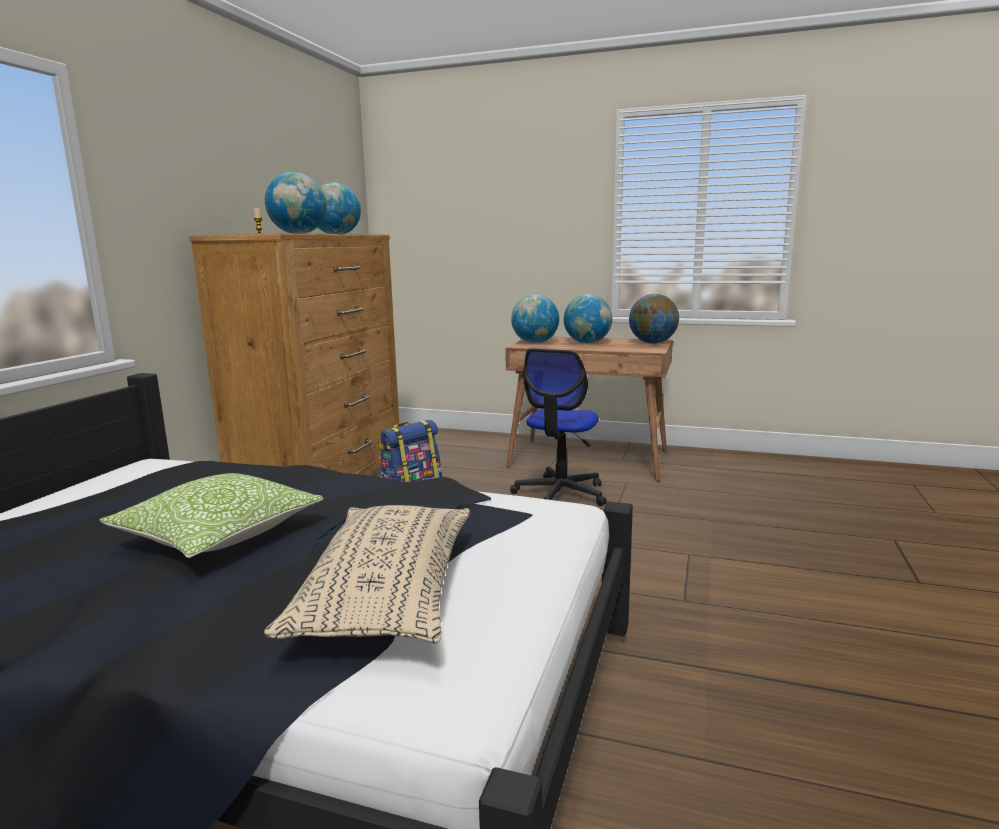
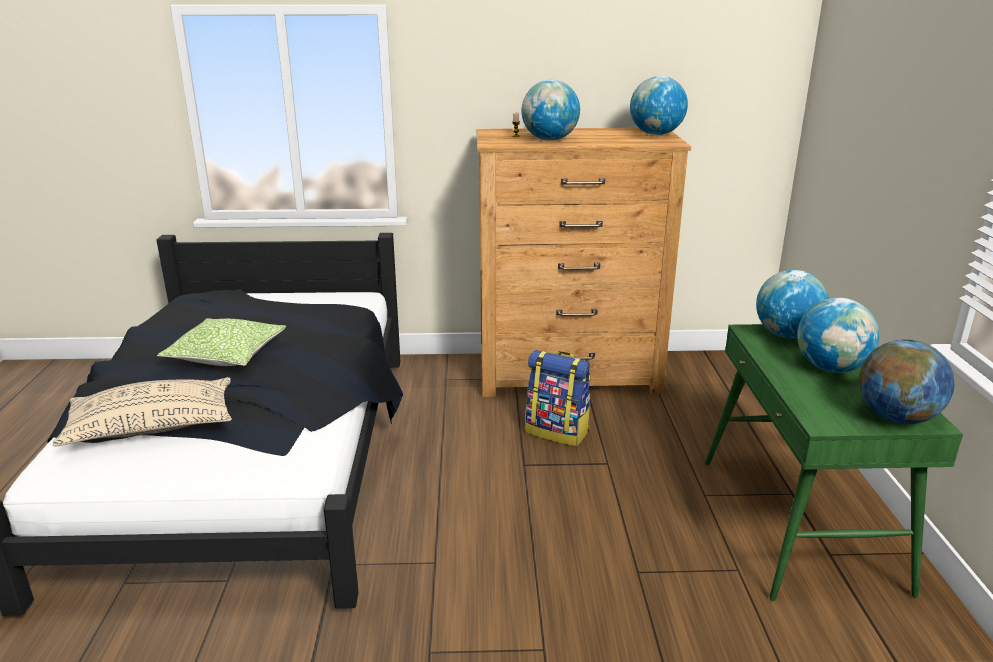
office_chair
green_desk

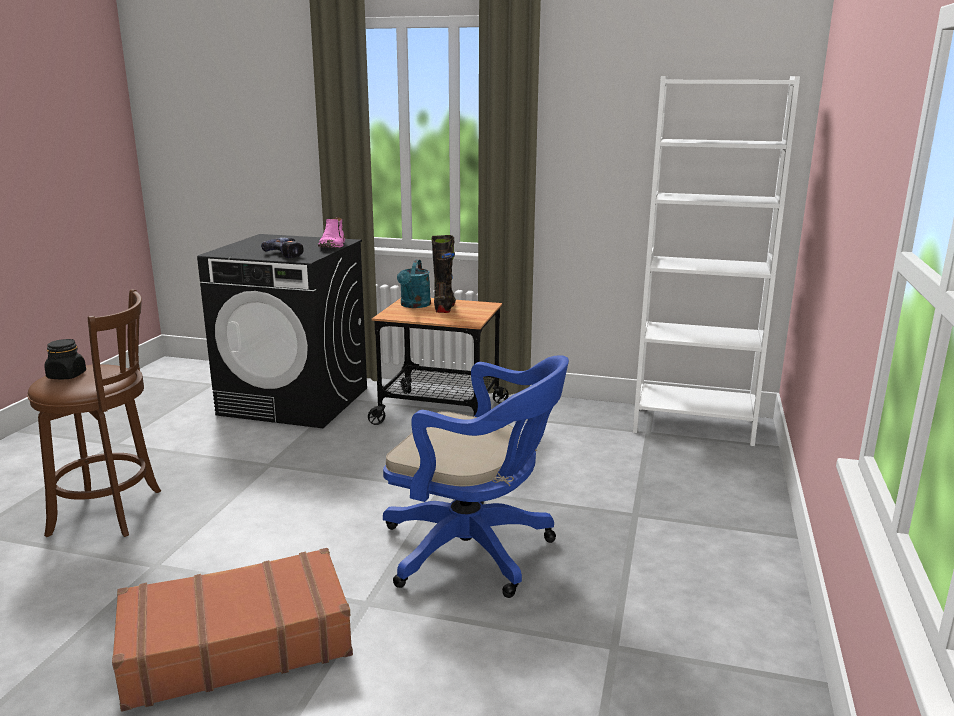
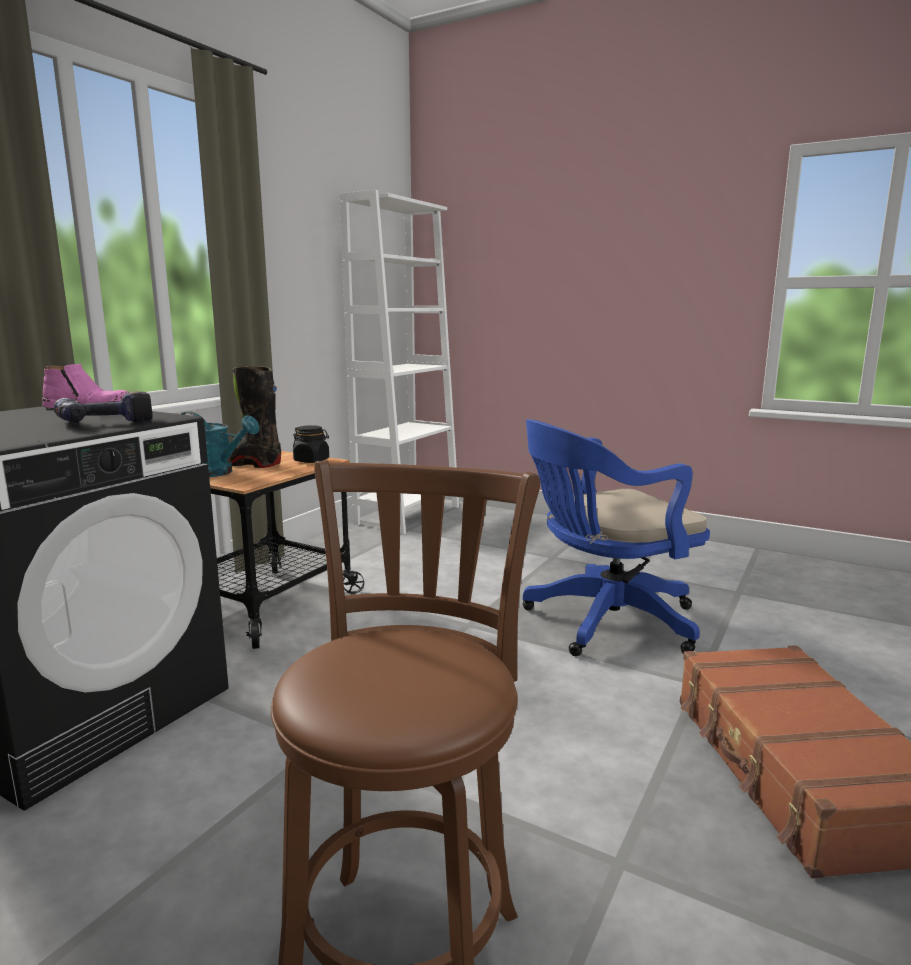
black_jar
blue_office_chair

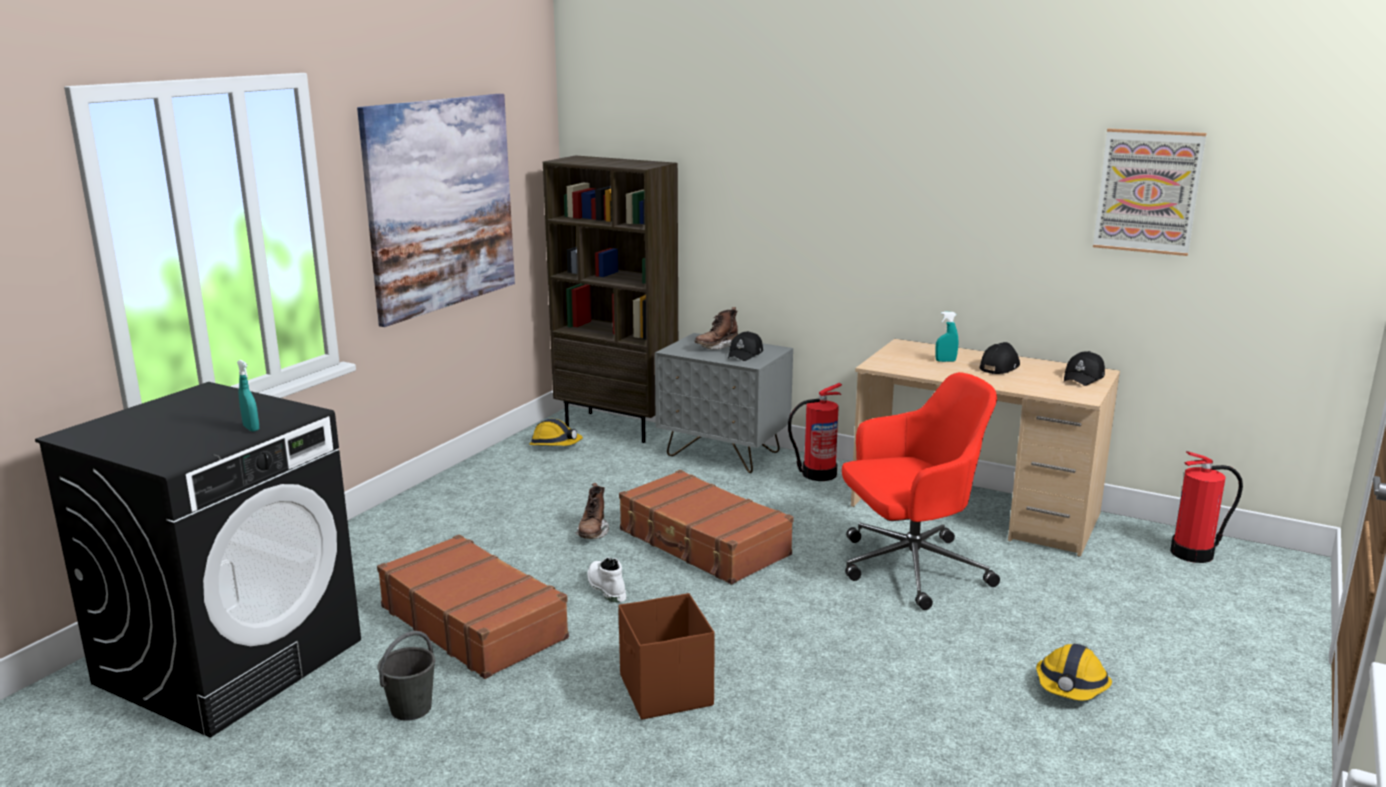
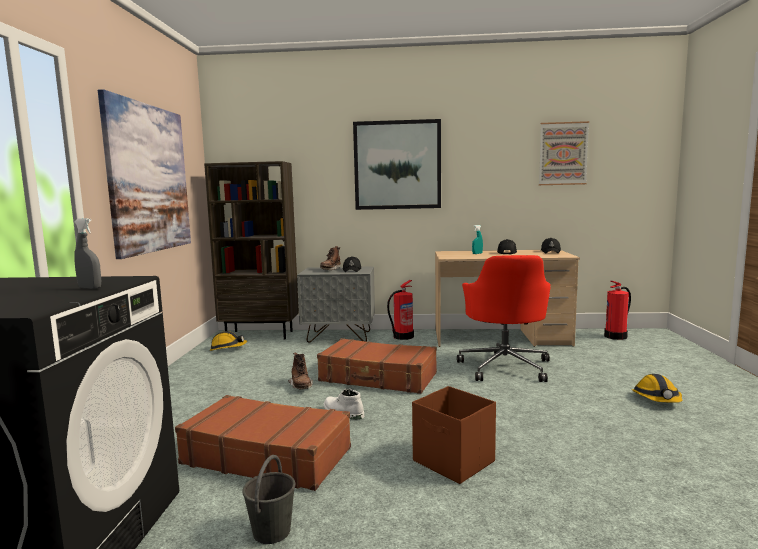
picture (2nd from left)
grey_spray_bottle
red_office_chair

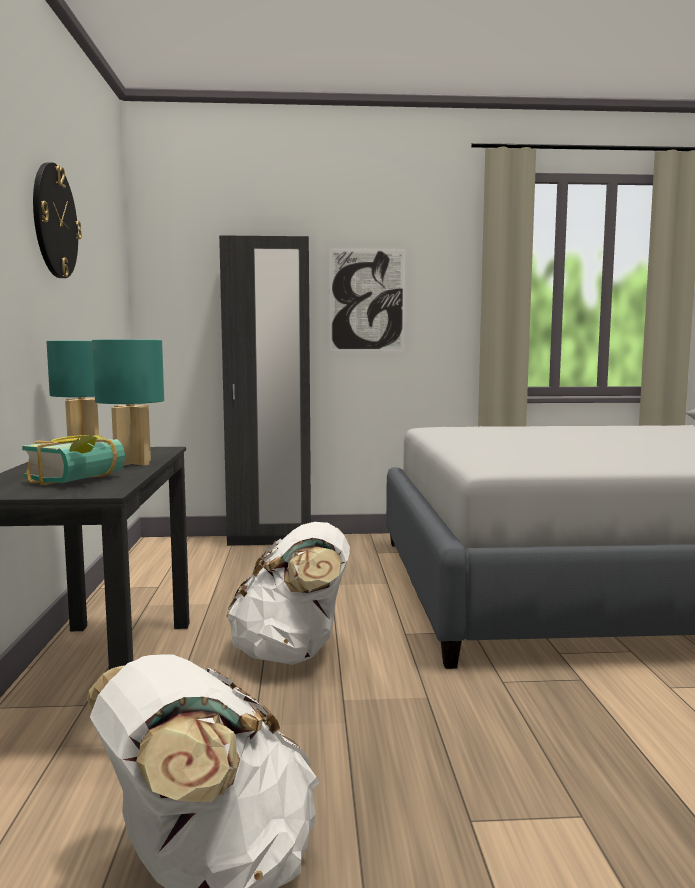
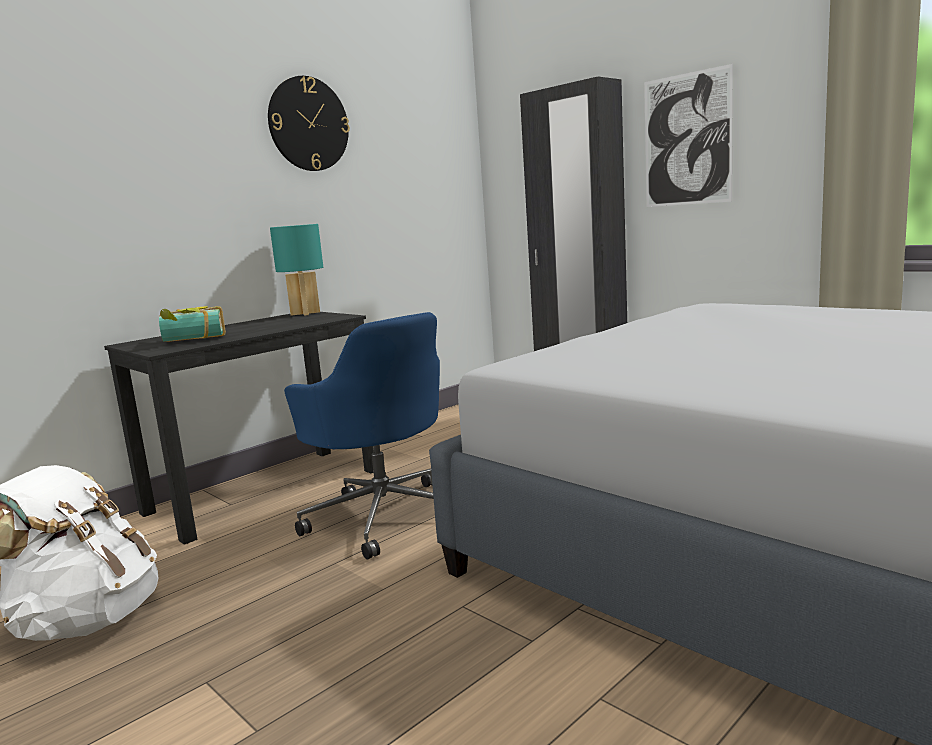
turquoise_table_lamp (2nd from left in the first image)
blue_office_chair

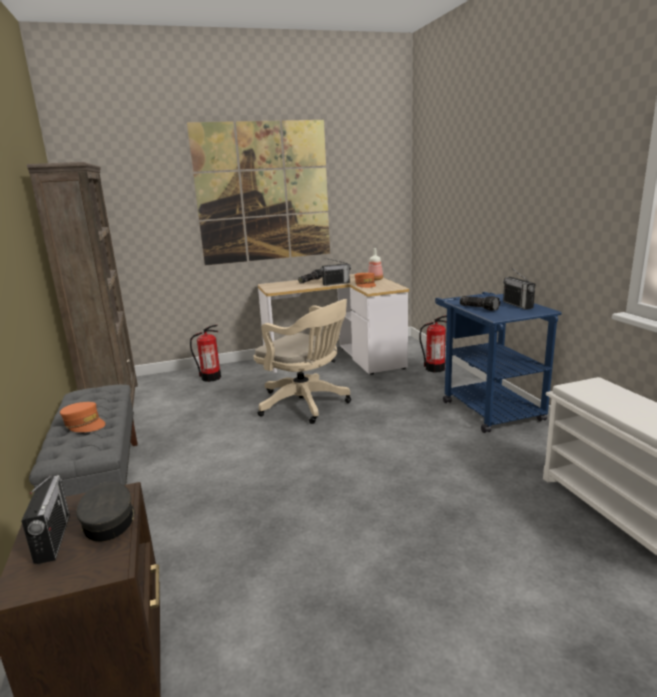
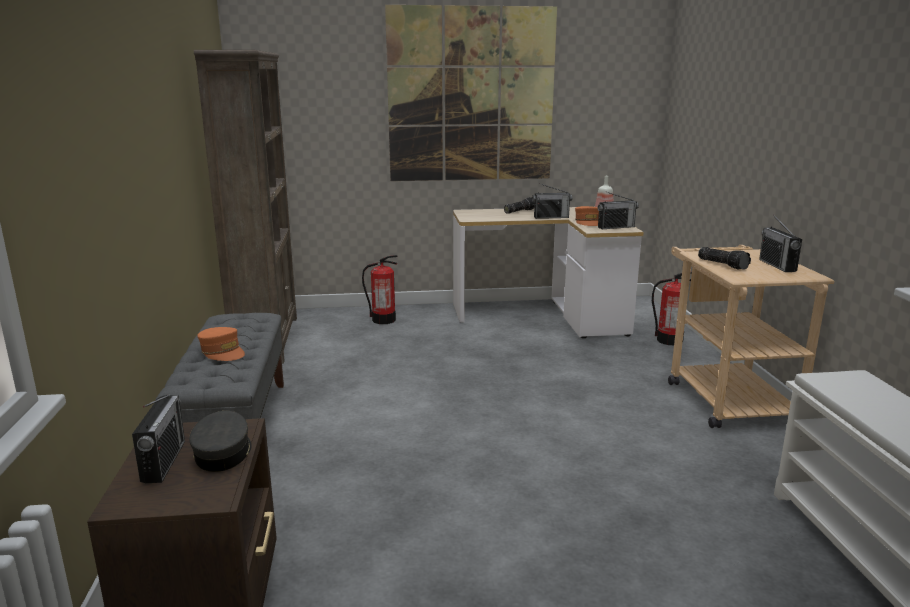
beige_office_chair
radio (3rd from left)
beige_cart

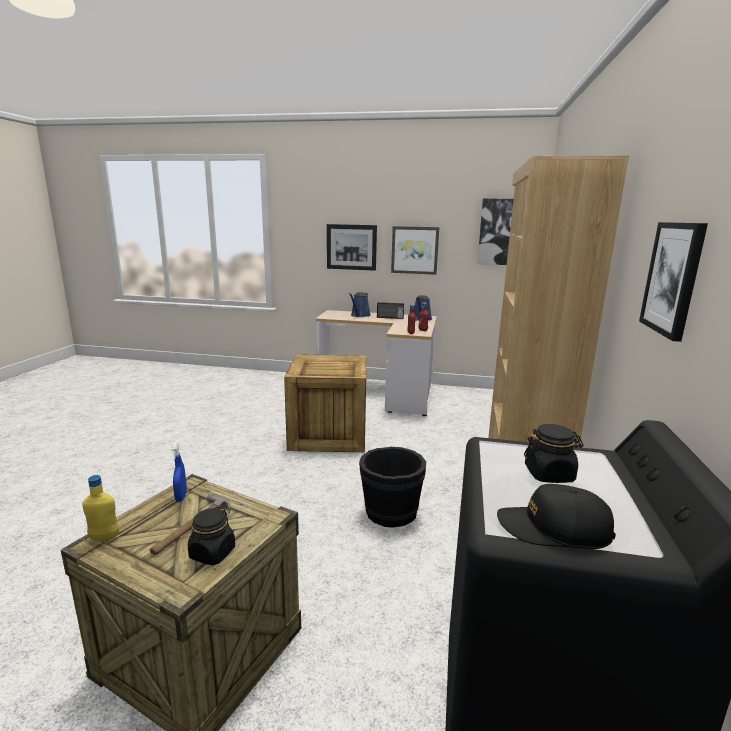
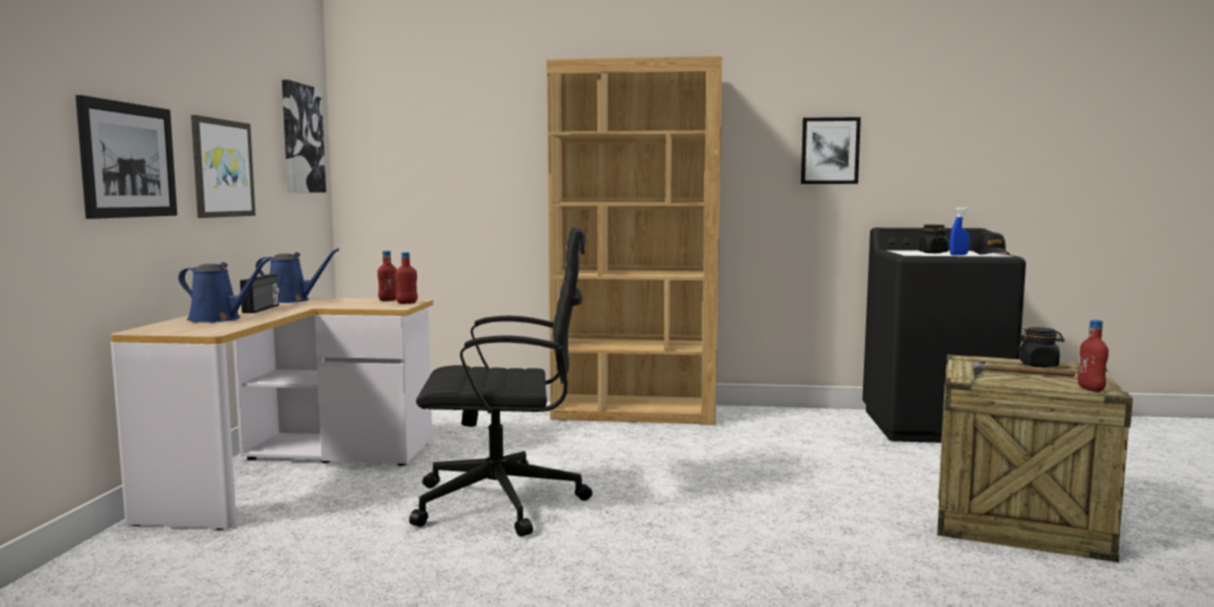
black_bucket
blue_spray_bottle
black_office_chair
red_bottle (3rd from left)

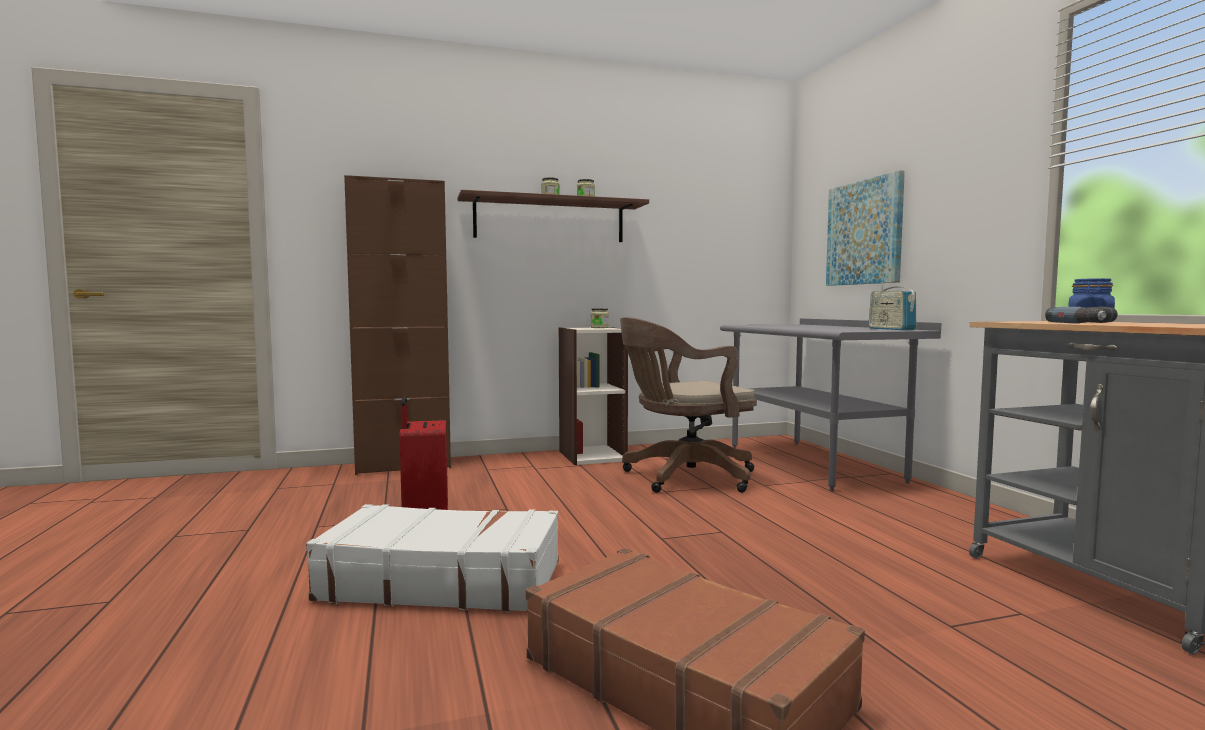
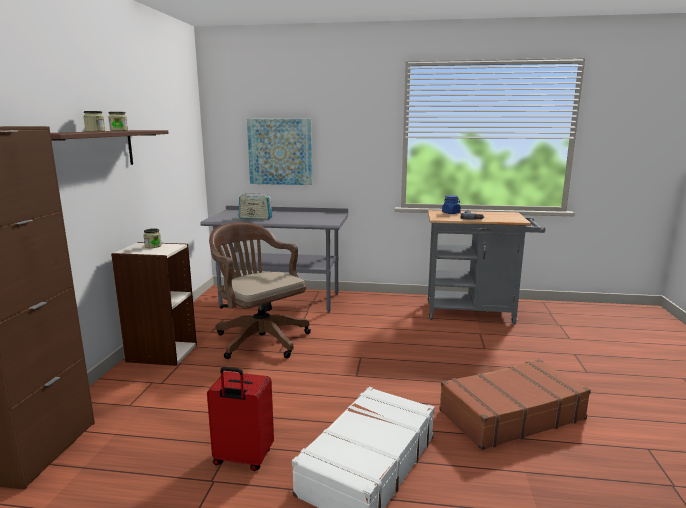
radio
brown_office_chair

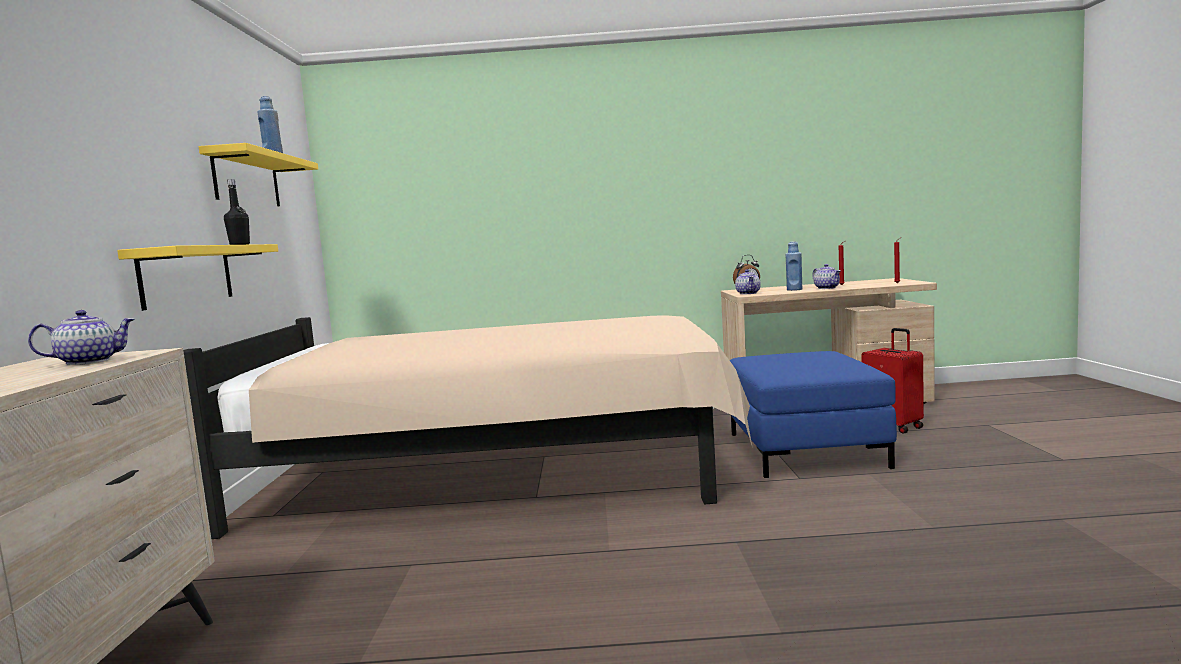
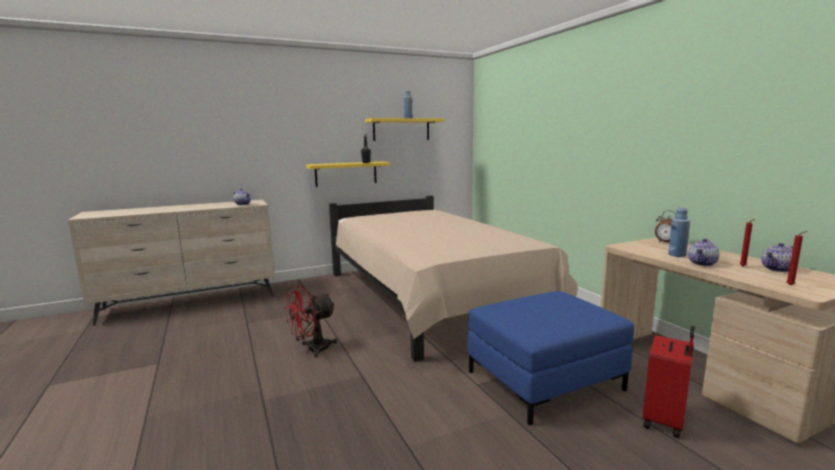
red_fan
teapot (3rd from left)

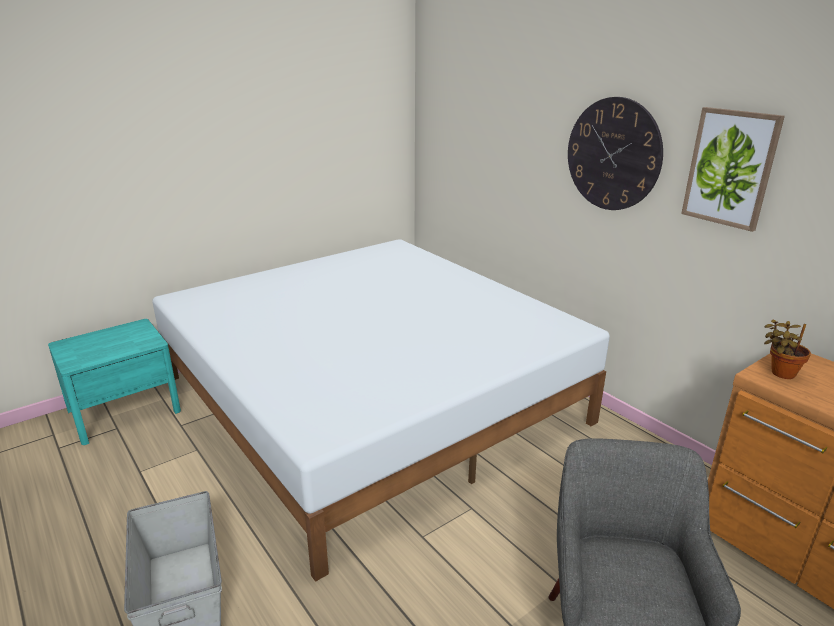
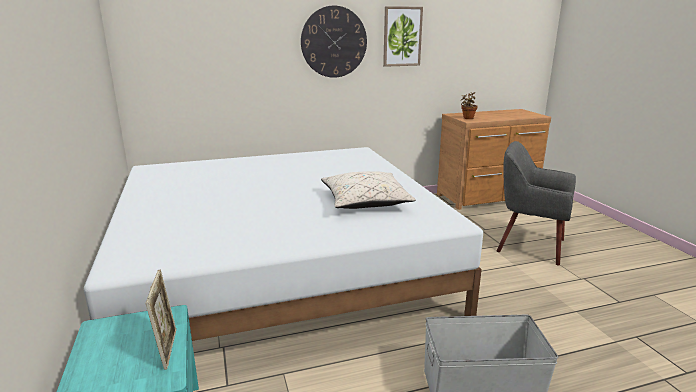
picture_frame
beige_pillow

